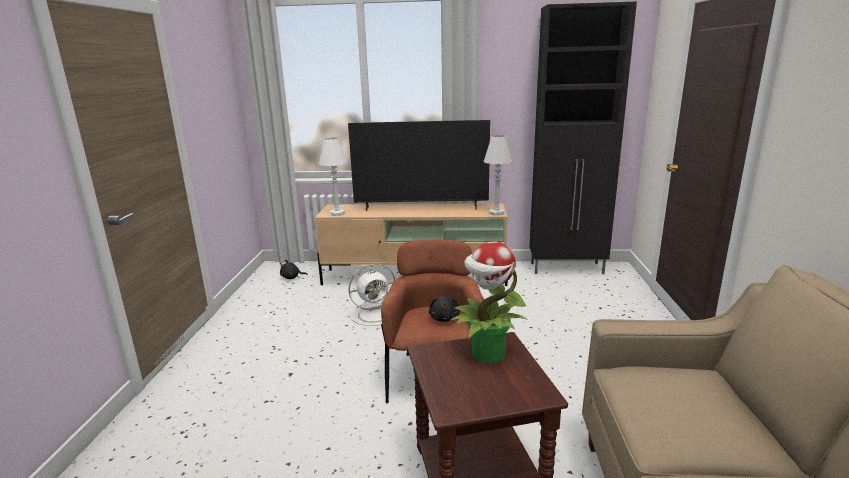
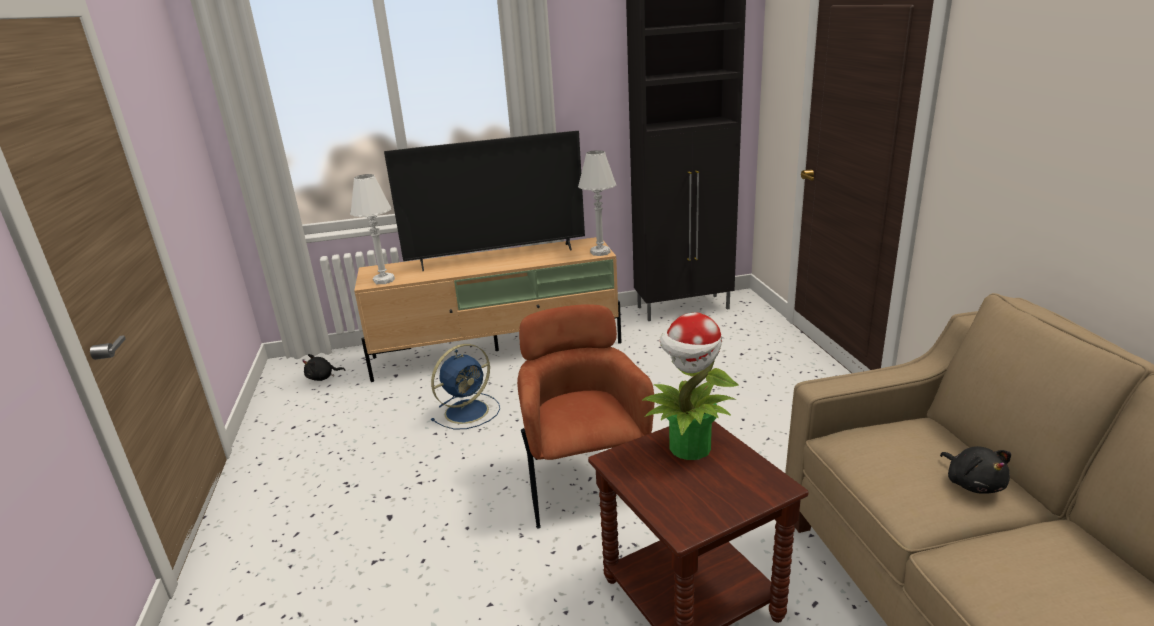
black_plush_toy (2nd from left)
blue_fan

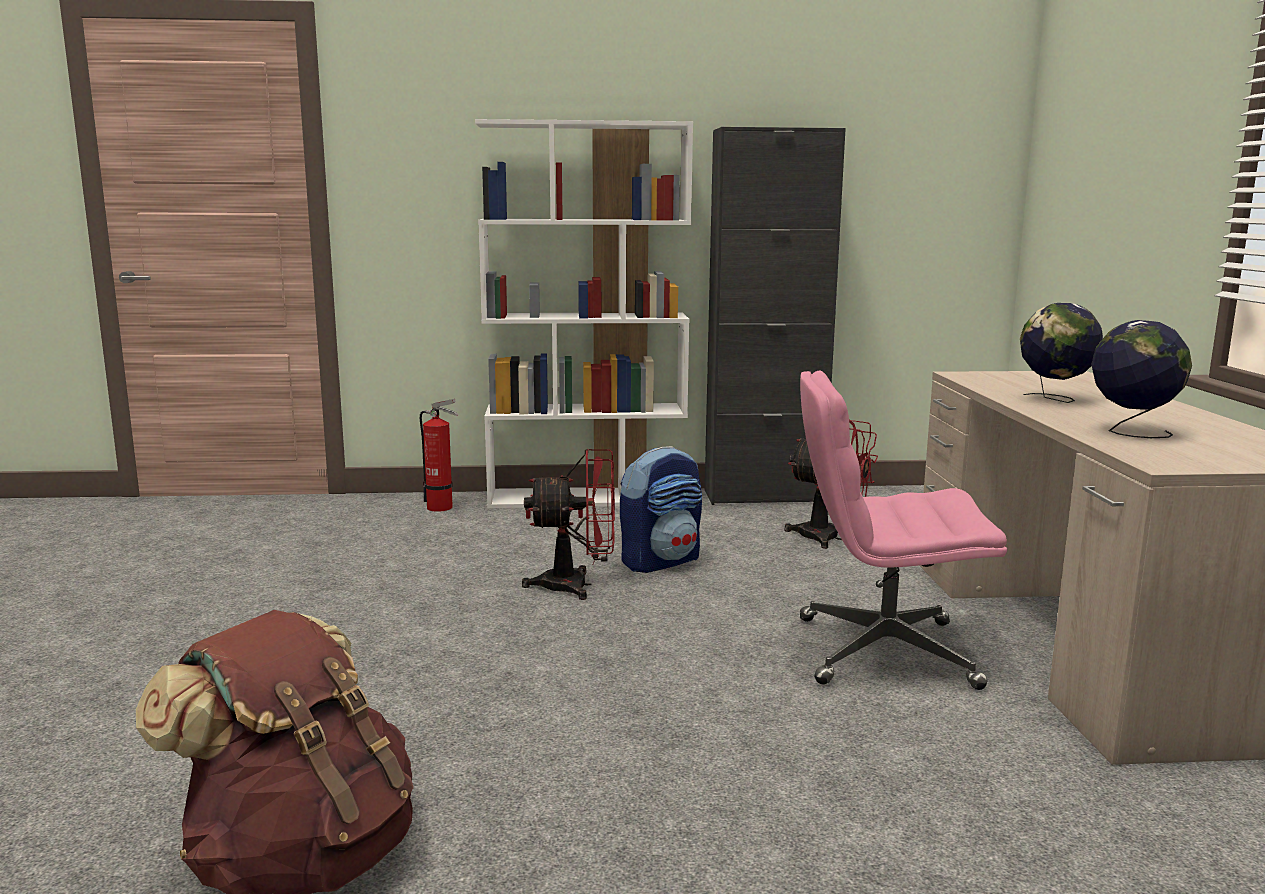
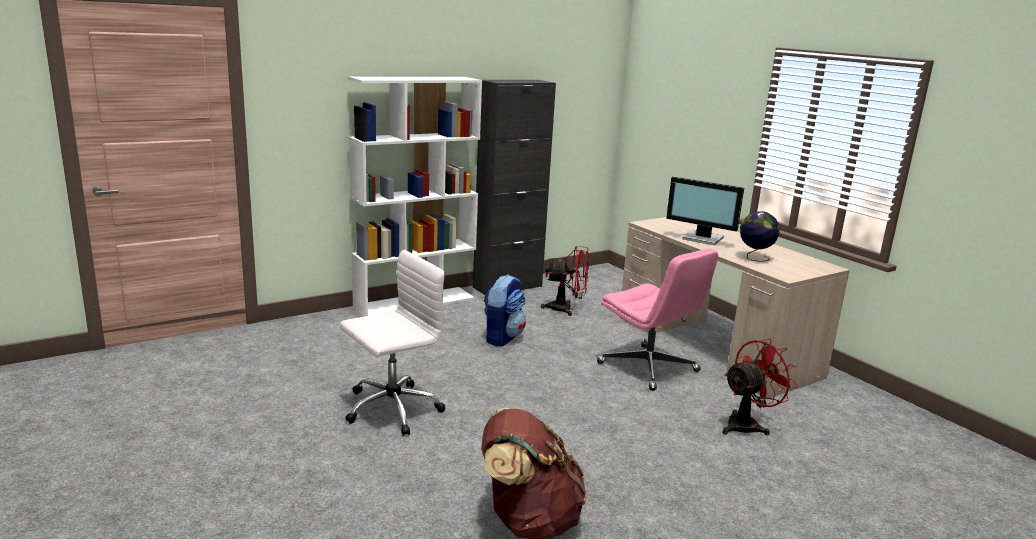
fire_extinguisher
white_office_chair
red_fan (2nd from left)
monitor
pink_office_chair

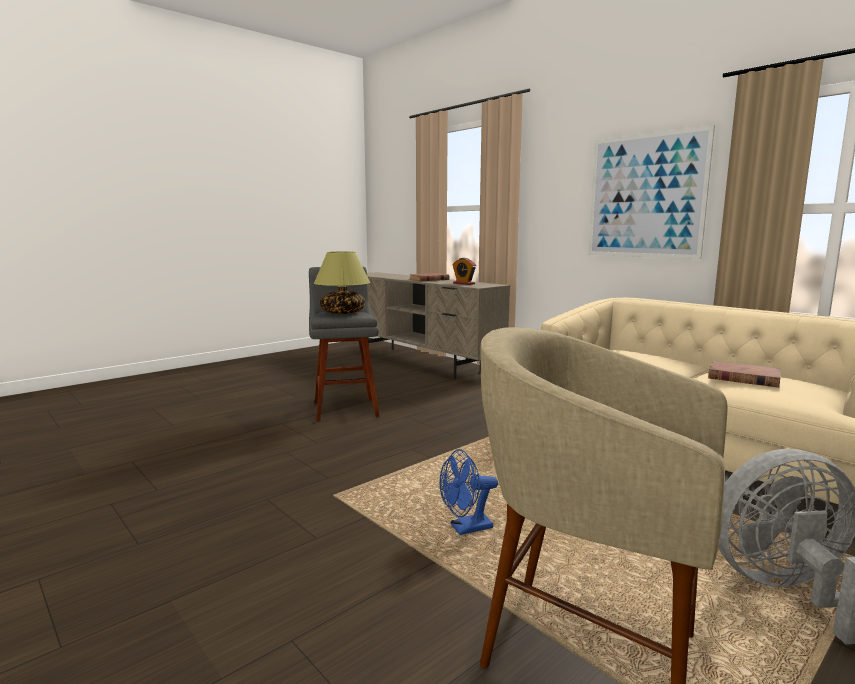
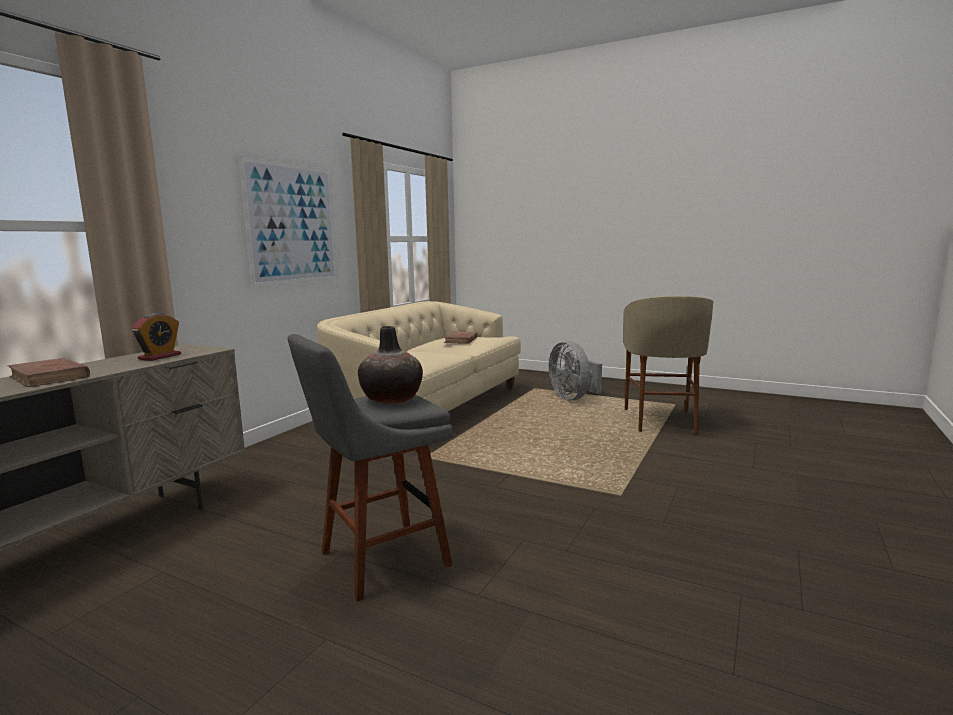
blue_fan
vase

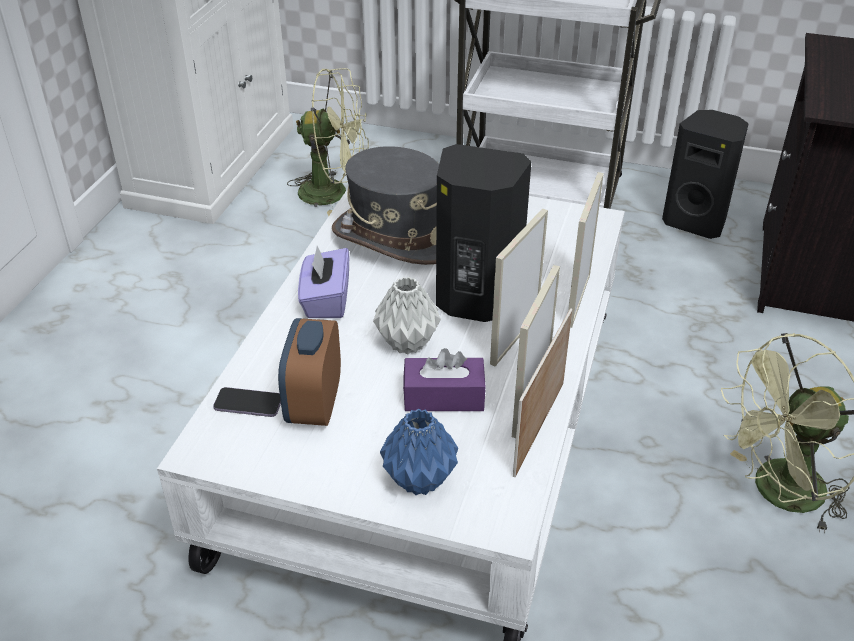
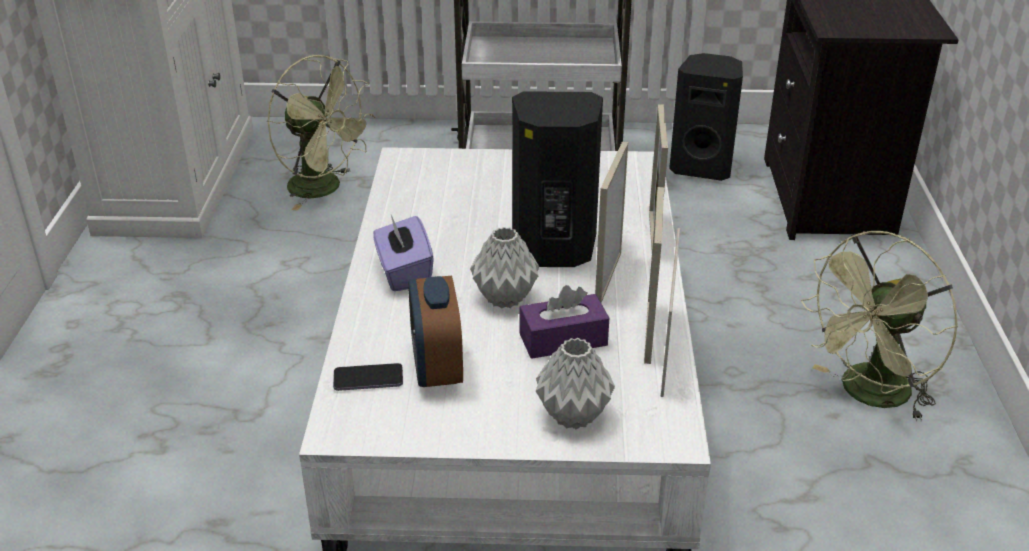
grey_hat
grey_vase (2nd from left)
green_fan (1st from left)

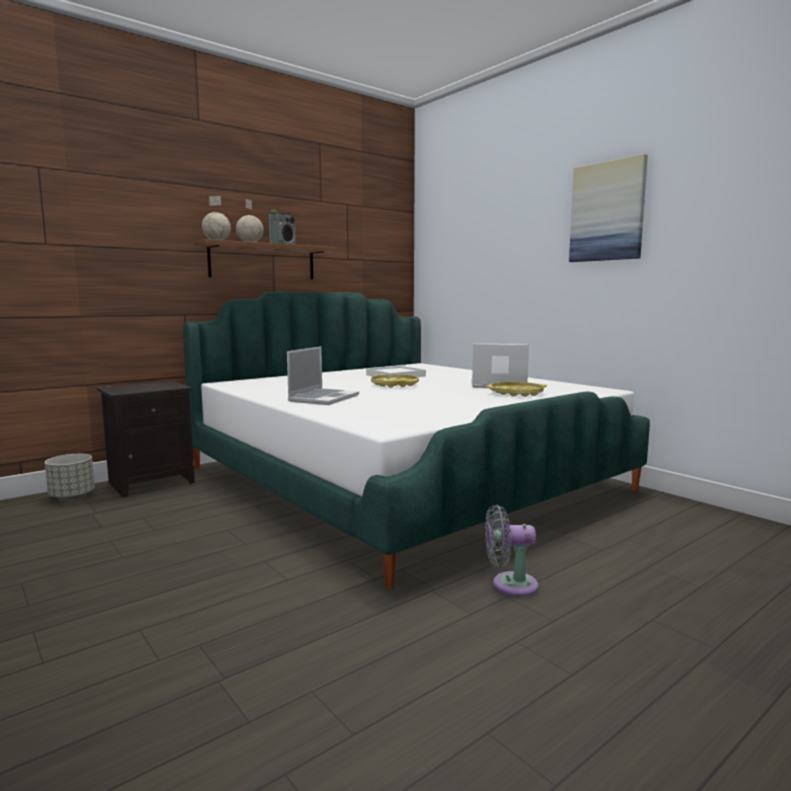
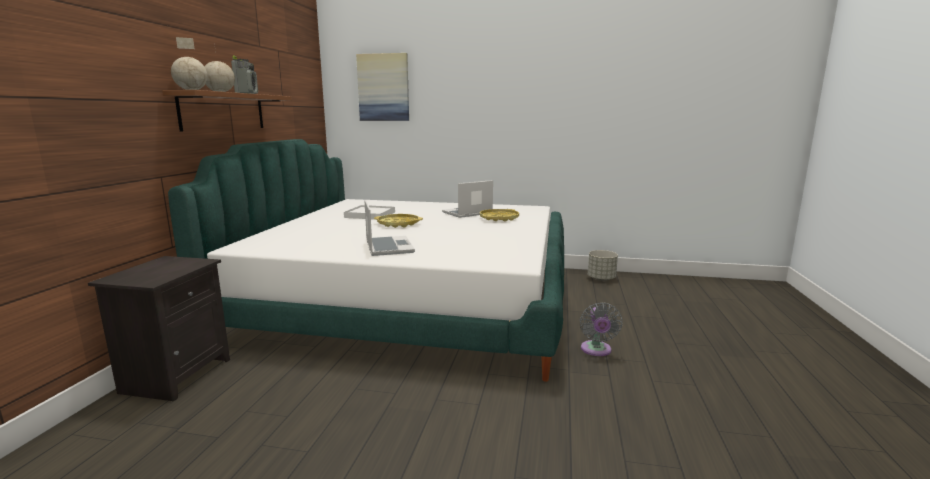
grey_planter
picture
grey_fan

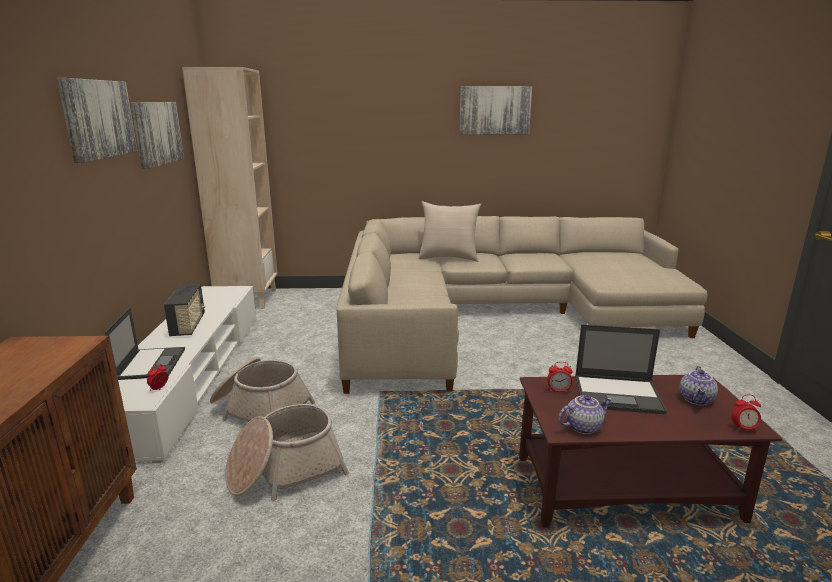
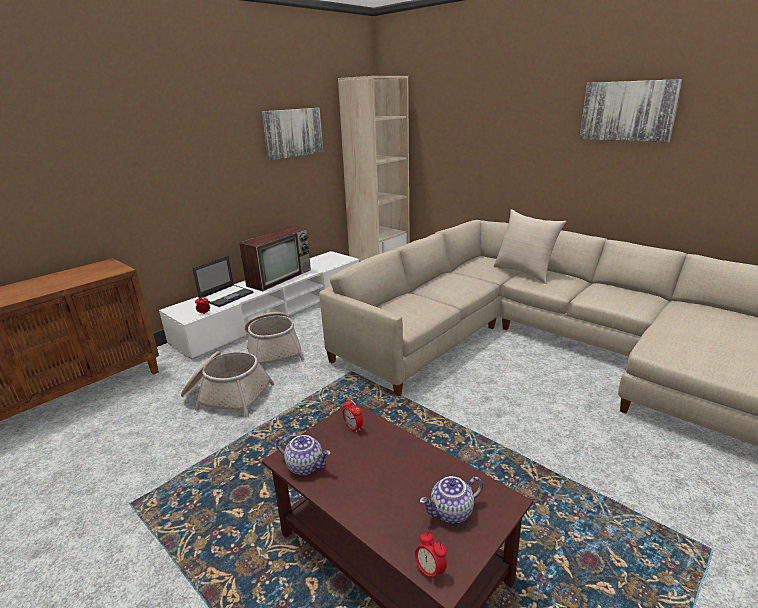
picture (1st from left in the first image)
laptop (2nd from left in the first image)
television

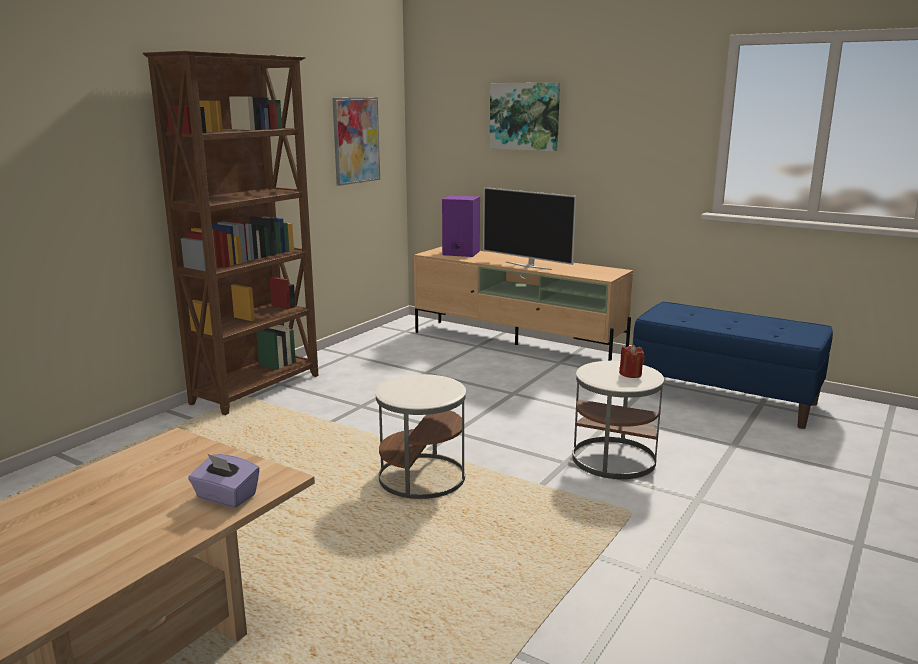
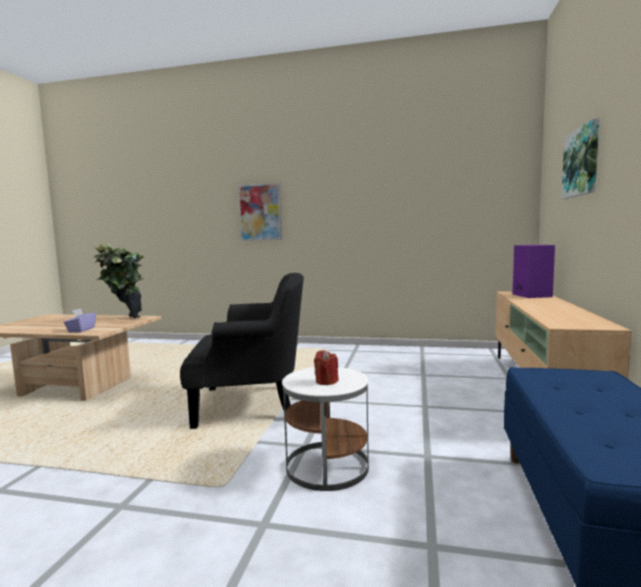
brown_bookcase
television
potted_plant
picture (1st from left)
black_armchair

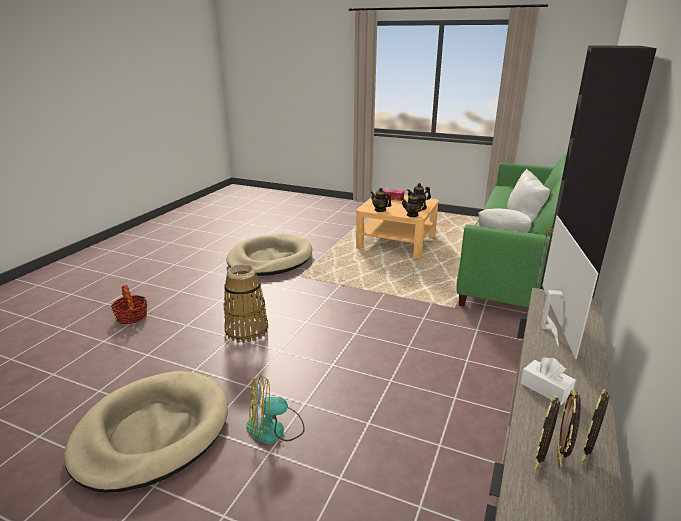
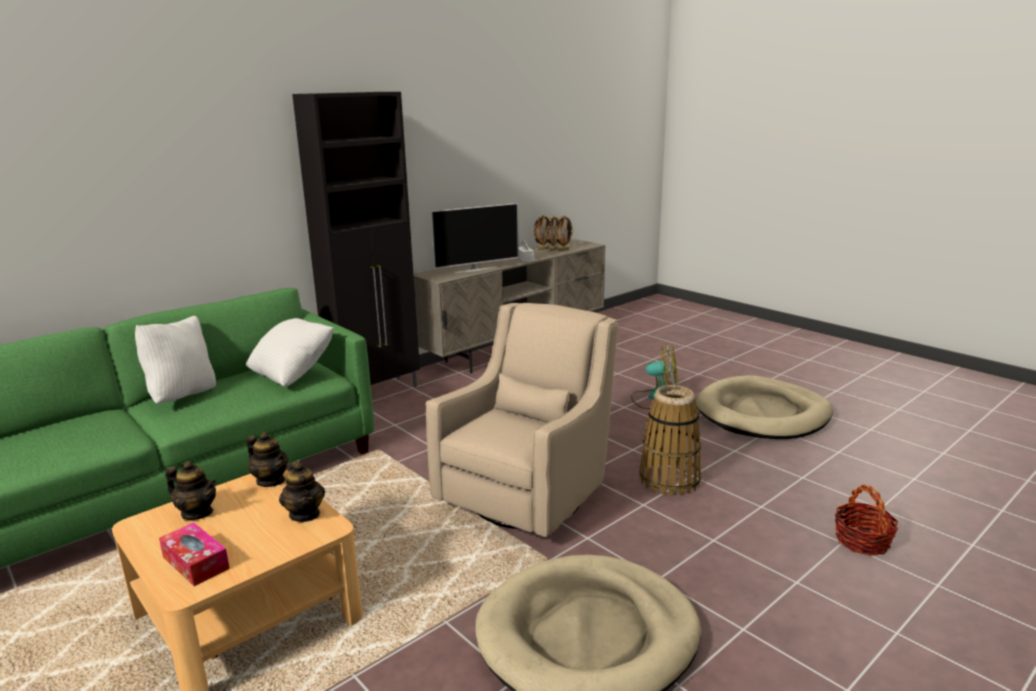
beige_armchair
television

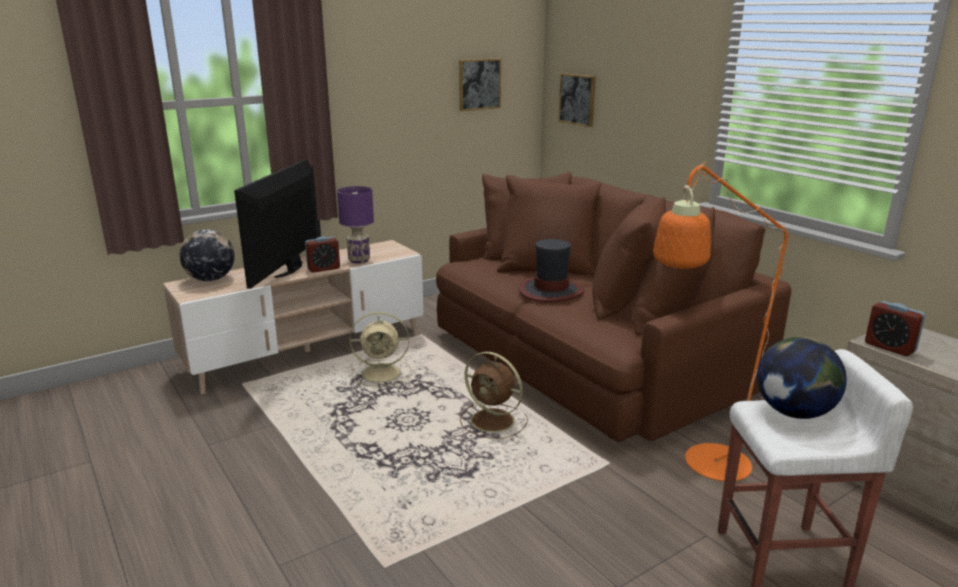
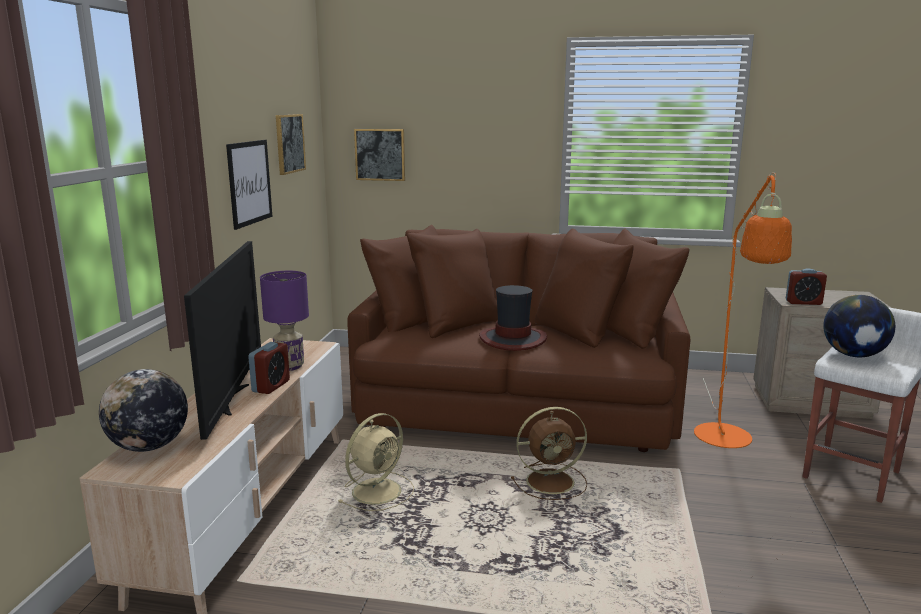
picture (1st from left)
television

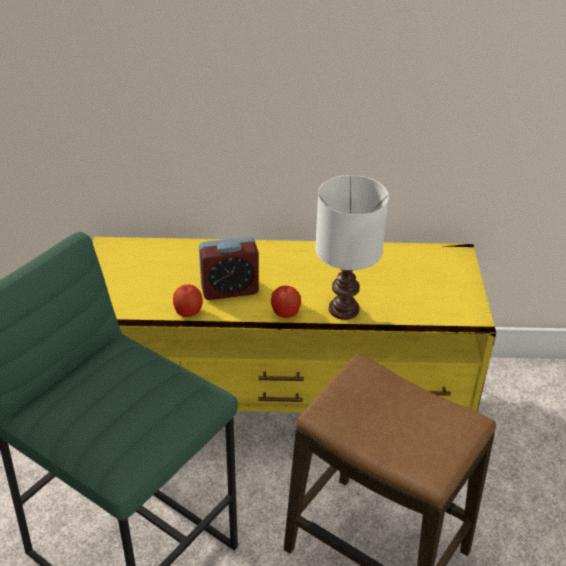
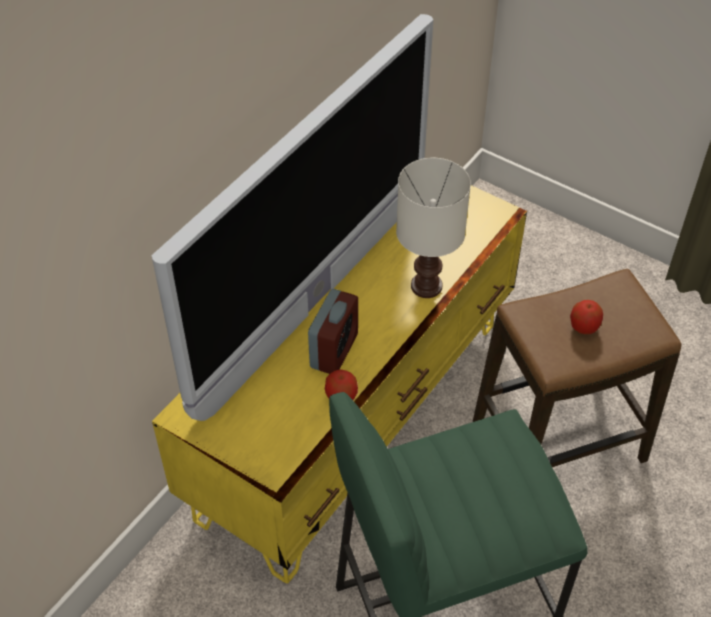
television
apple (2nd from left)

